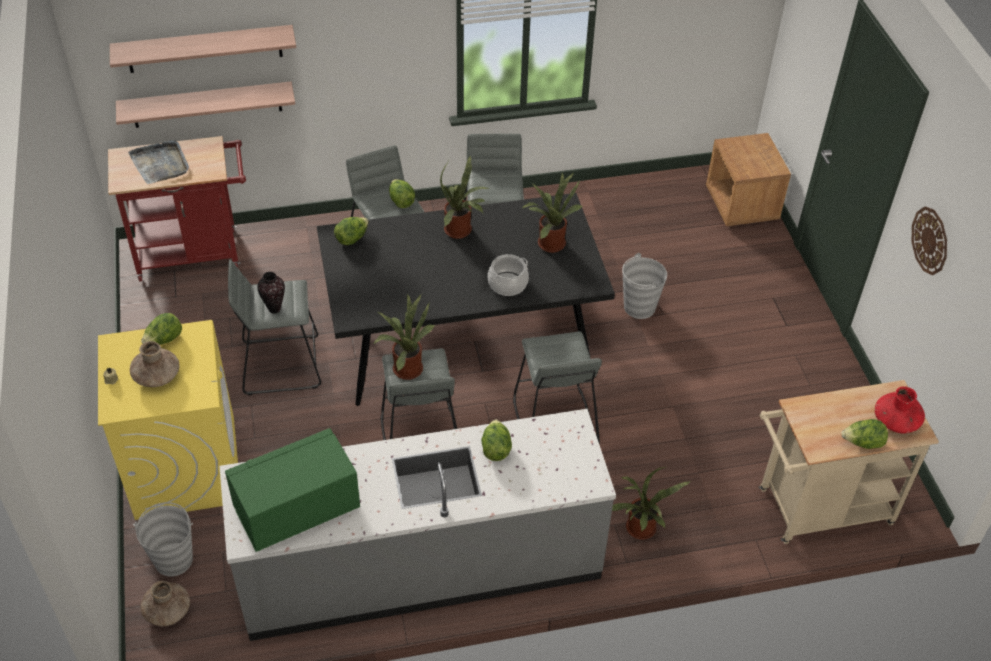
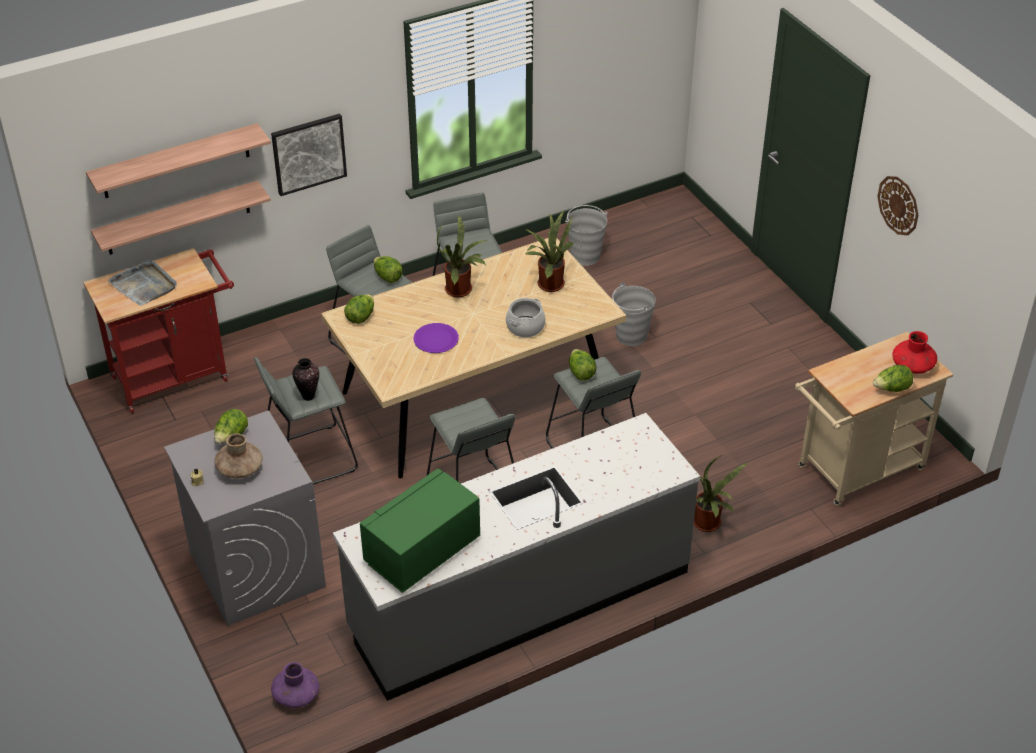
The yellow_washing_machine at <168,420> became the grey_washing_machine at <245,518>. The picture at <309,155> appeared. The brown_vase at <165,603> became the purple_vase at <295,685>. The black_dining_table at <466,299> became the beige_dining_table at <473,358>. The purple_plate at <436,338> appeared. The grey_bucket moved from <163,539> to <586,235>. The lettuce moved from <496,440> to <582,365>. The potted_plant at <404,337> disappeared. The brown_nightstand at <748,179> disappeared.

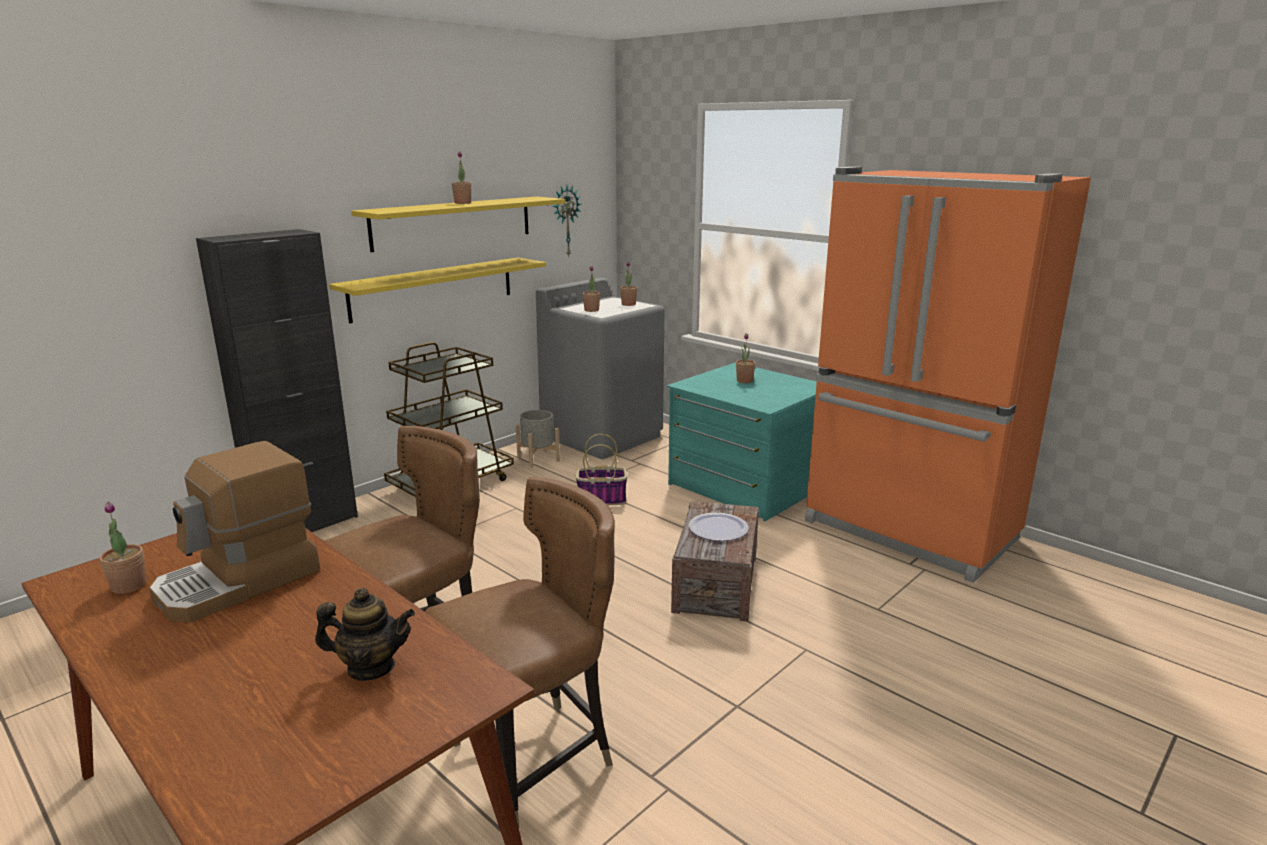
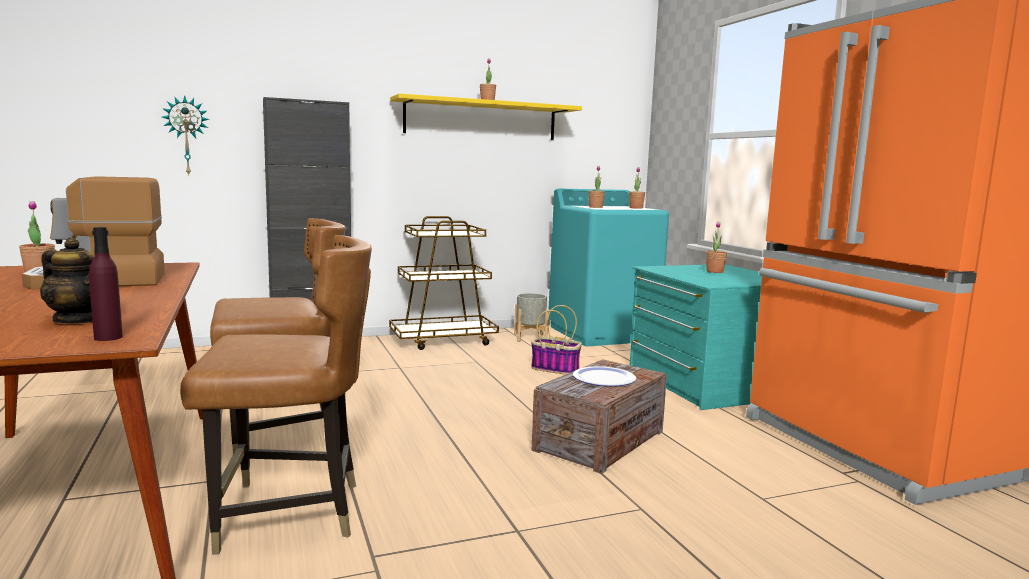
The purple_bottle at <106,284> appeared. The wall_clock moved from <566,220> to <186,135>. The grey_washing_machine at <600,368> became the turquoise_washing_machine at <608,267>. The yellow_shelf at <437,290> disappeared.

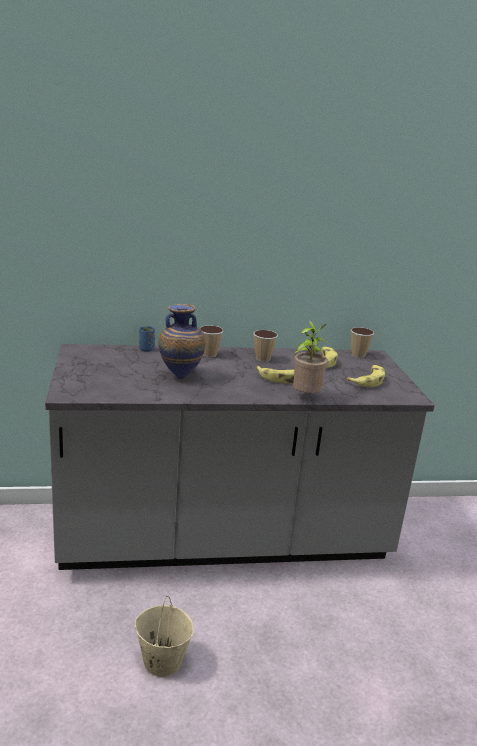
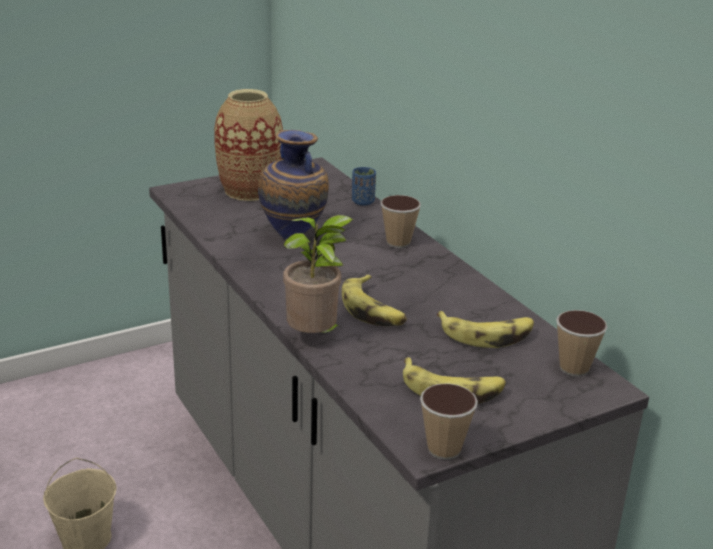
The vase at <248,145> appeared. The cup moved from <265,346> to <449,421>.

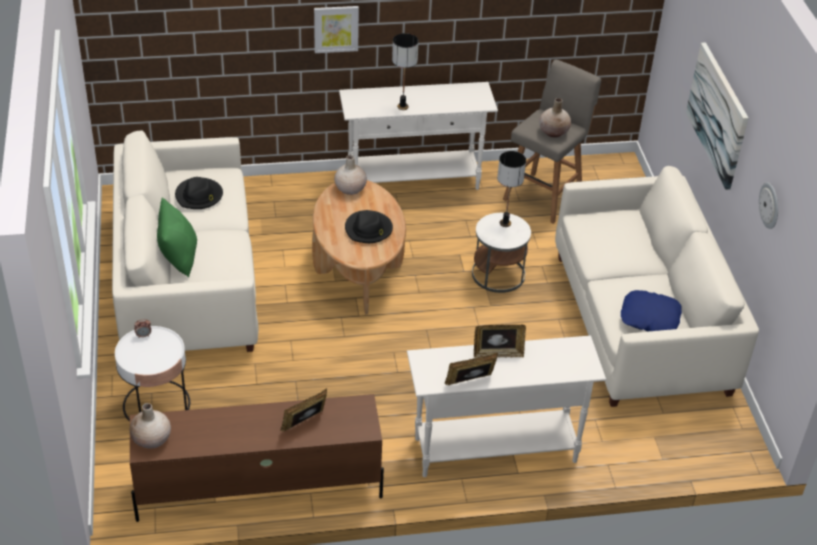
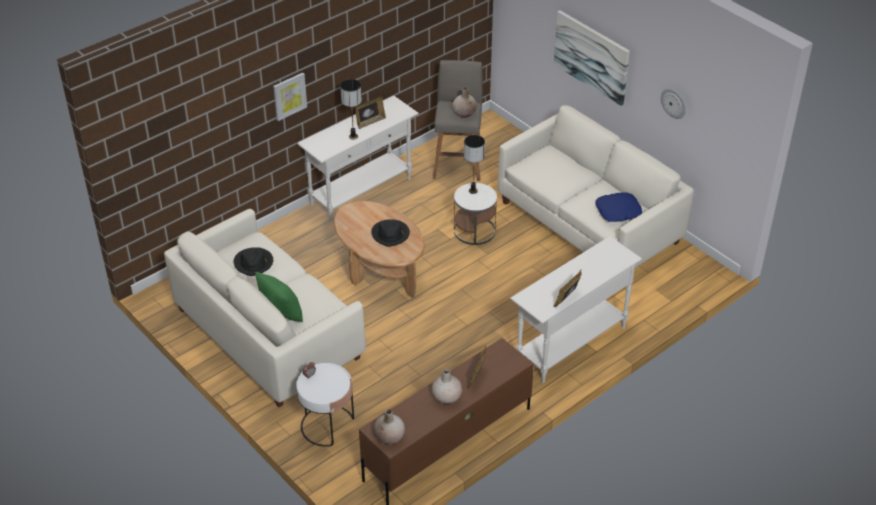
The picture_frame moved from <500,341> to <370,112>. The beige_vase moved from <350,175> to <446,386>.

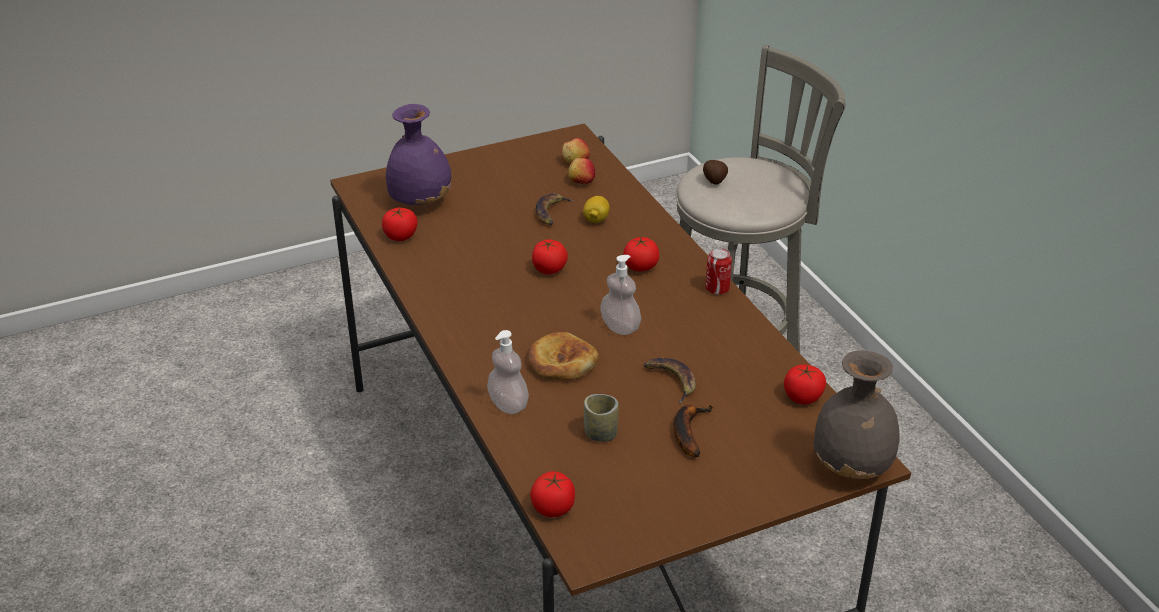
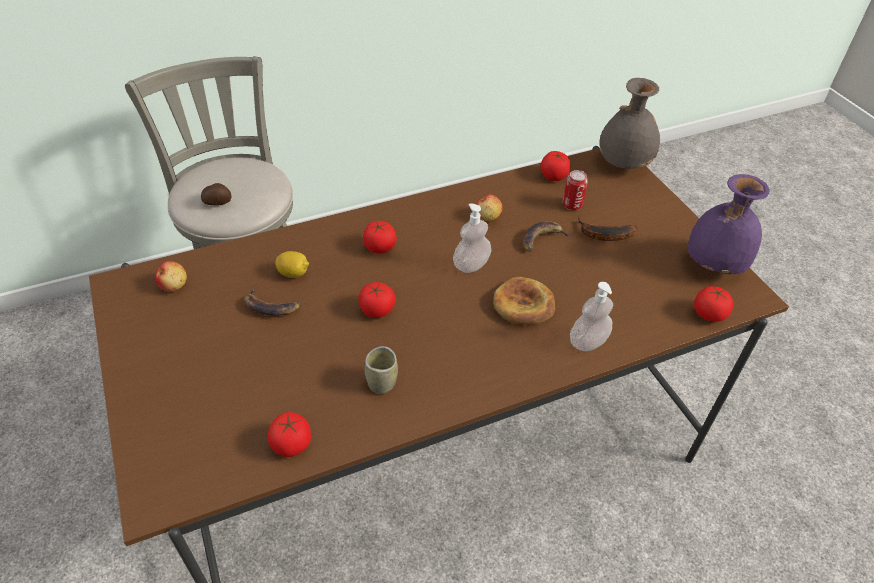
The cup moved from <601,418> to <381,370>. The apple moved from <581,171> to <489,208>. The can moved from <718,271> to <575,190>. The purple_vase moved from <418,154> to <729,224>.

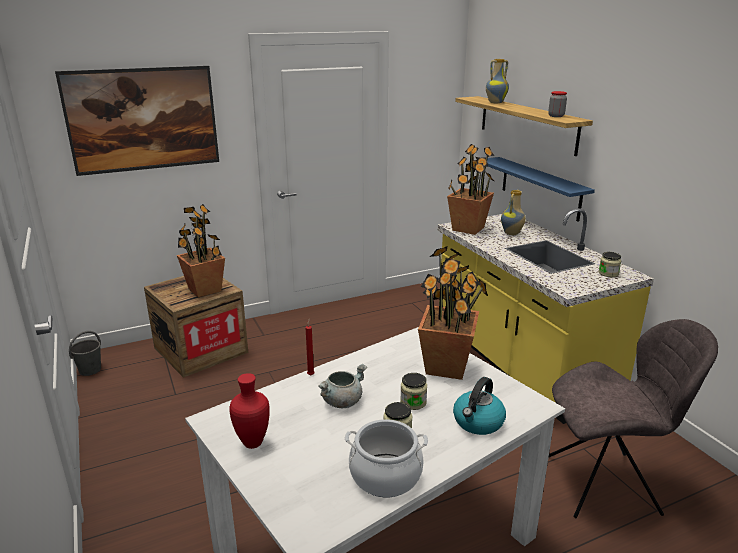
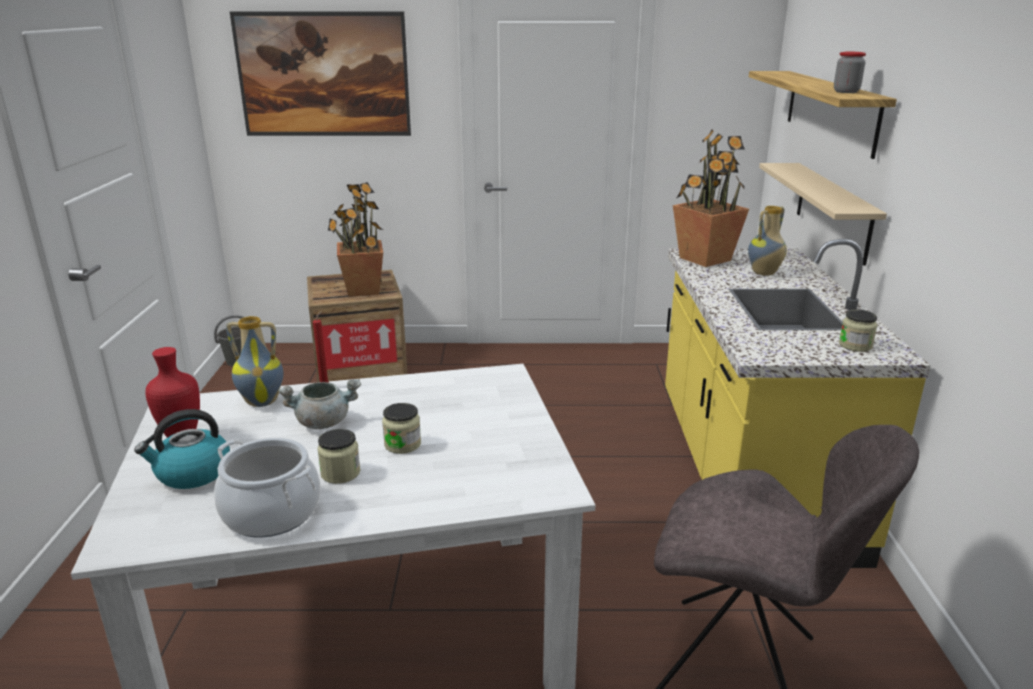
The kettle moved from <479,406> to <182,449>. The vase moved from <497,81> to <255,361>. The blue_shelf at <541,189> became the beige_shelf at <823,214>. The potted_plant at <453,313> disappeared.

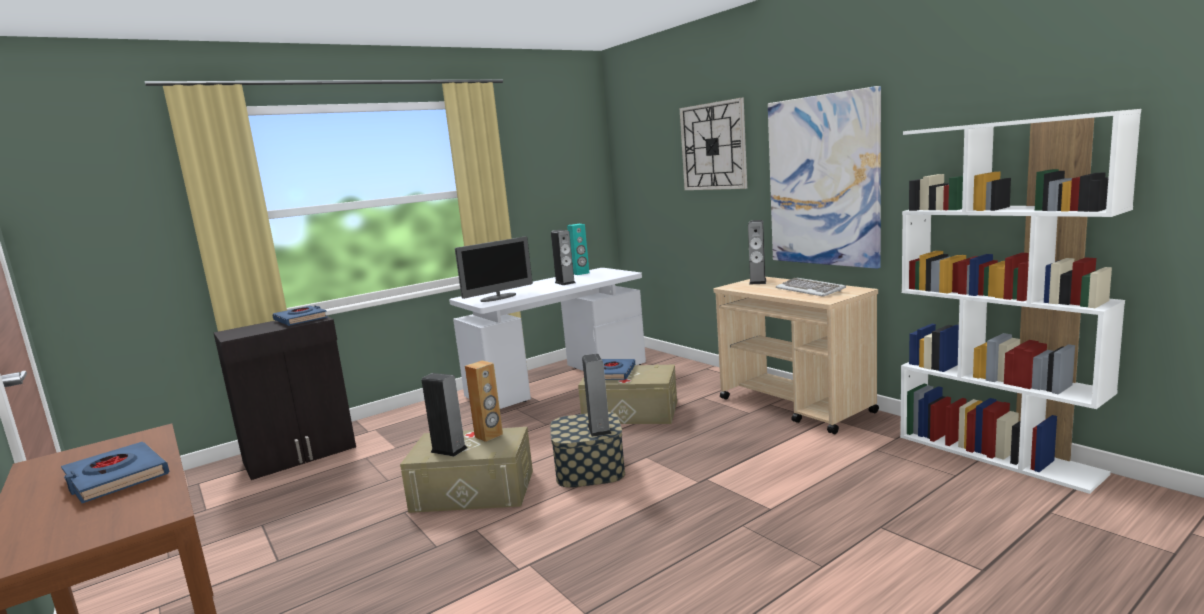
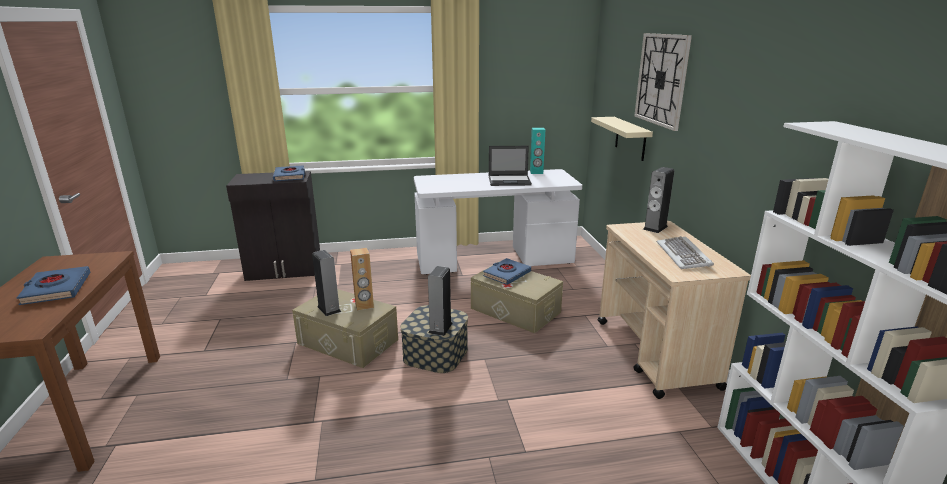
The speaker at <563,257> was replaced by the laptop at <510,166>. The beige_shelf at <622,139> appeared. The monitor at <494,269> disappeared. The picture at <824,177> disappeared.

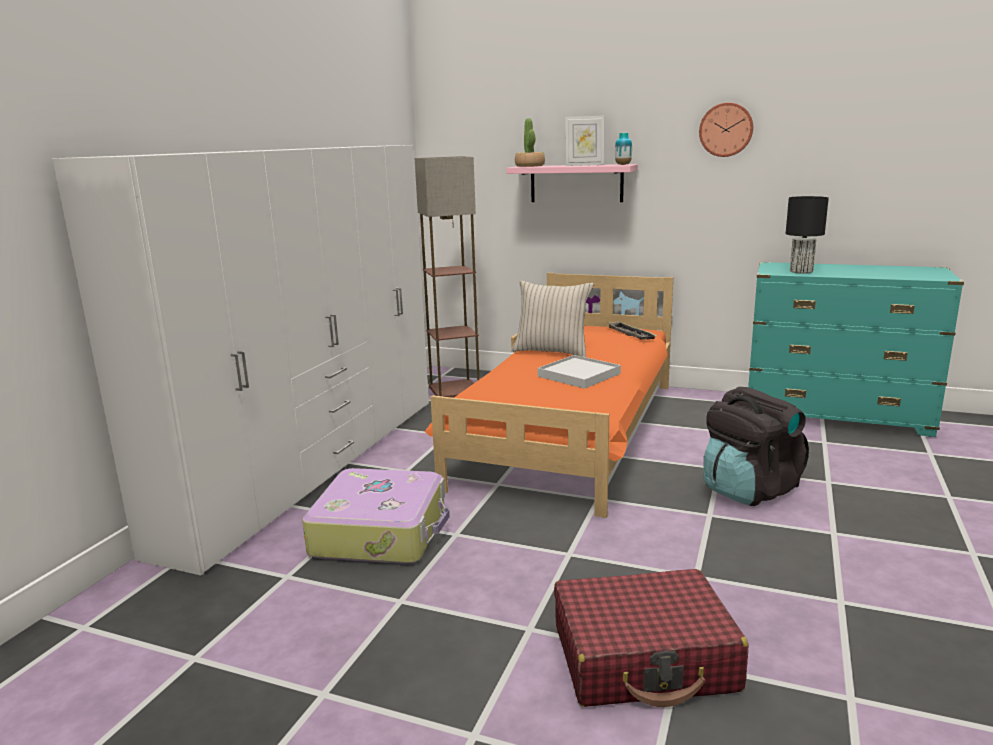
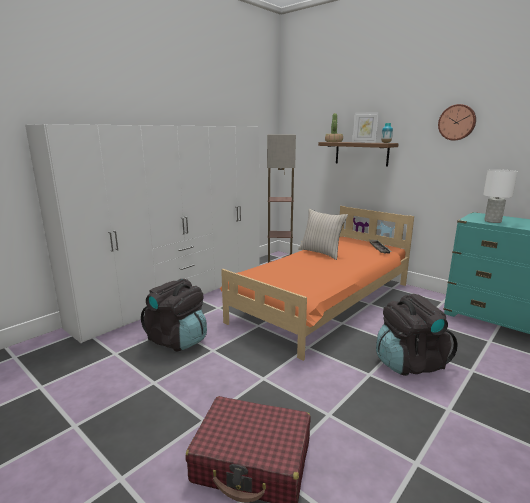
The suitcase at <376,516> was replaced by the black_backpack at <174,315>. The pink_shelf at <572,183> became the brown_shelf at <358,154>. The black_table_lamp at <807,235> became the white_table_lamp at <500,196>. The white_tray at <579,372> disappeared.

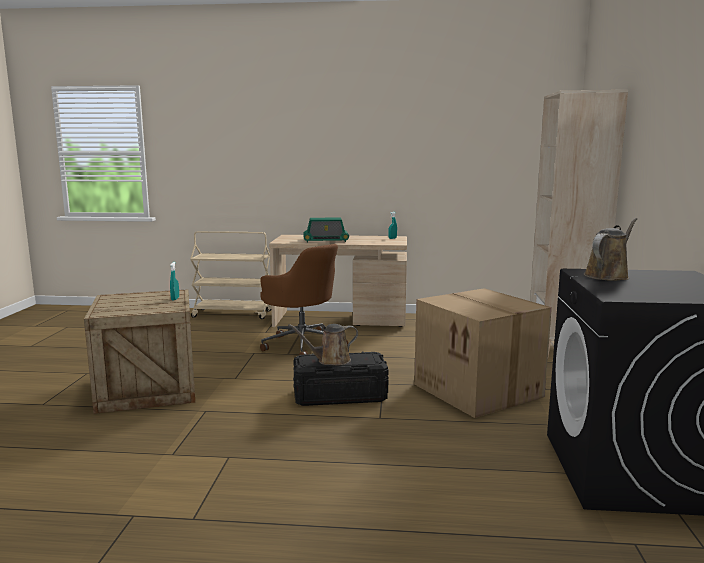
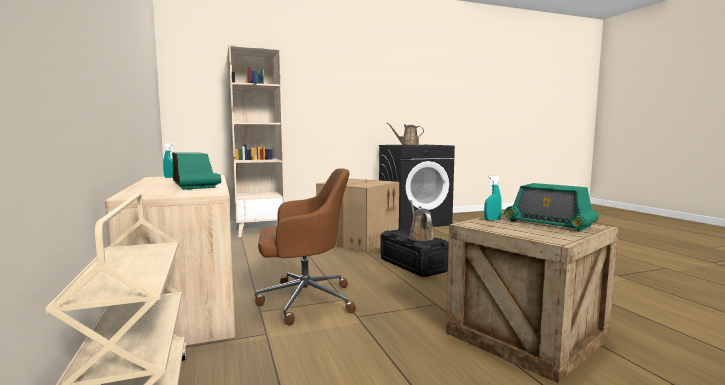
The brown_office_chair at <304,299> turned 60 degrees clockwise. The brown_watering_can at <323,345> turned 150 degrees counterclockwise. The radio at <551,207> appeared.

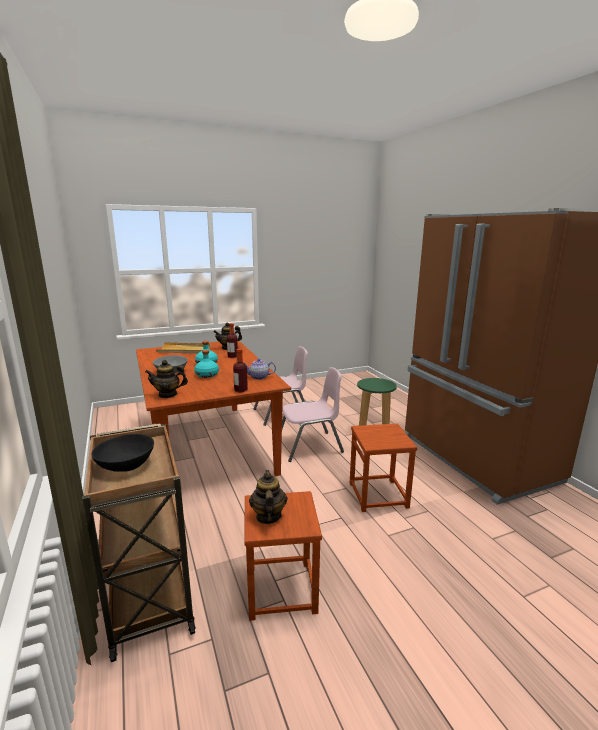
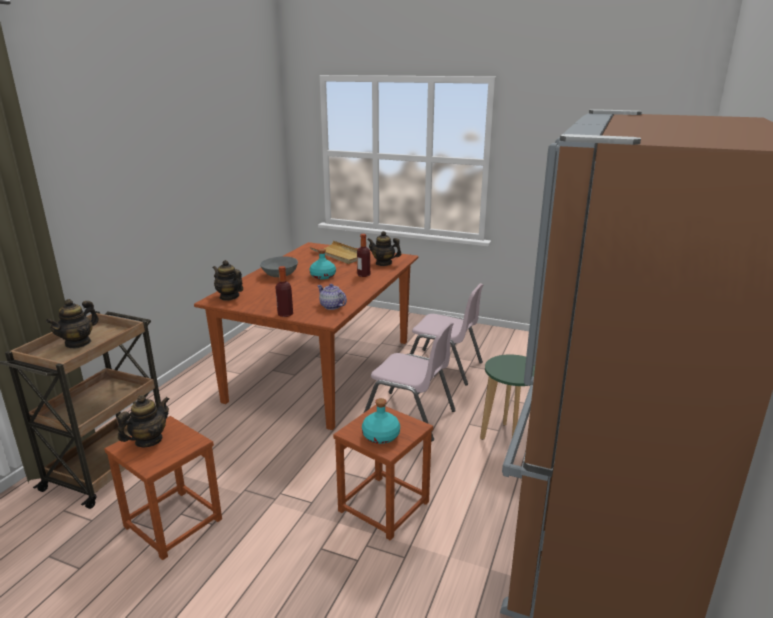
The black_bowl at <122,453> was replaced by the teapot at <72,323>. The turquoise_bottle moved from <206,364> to <381,421>.

